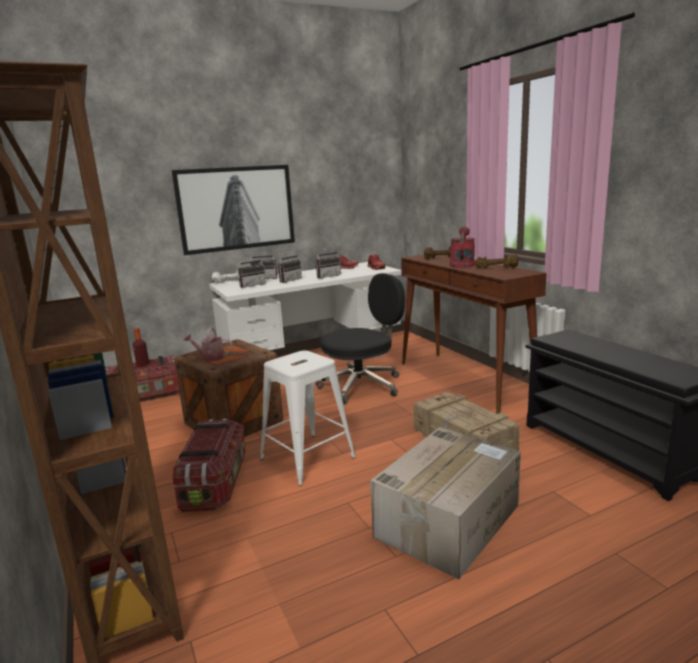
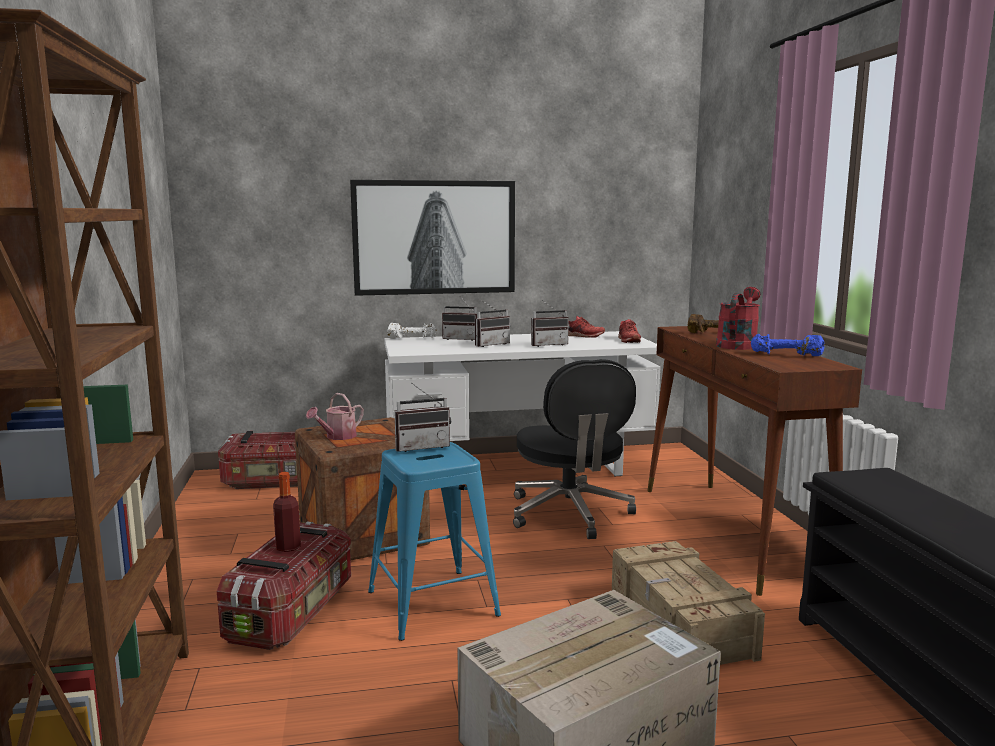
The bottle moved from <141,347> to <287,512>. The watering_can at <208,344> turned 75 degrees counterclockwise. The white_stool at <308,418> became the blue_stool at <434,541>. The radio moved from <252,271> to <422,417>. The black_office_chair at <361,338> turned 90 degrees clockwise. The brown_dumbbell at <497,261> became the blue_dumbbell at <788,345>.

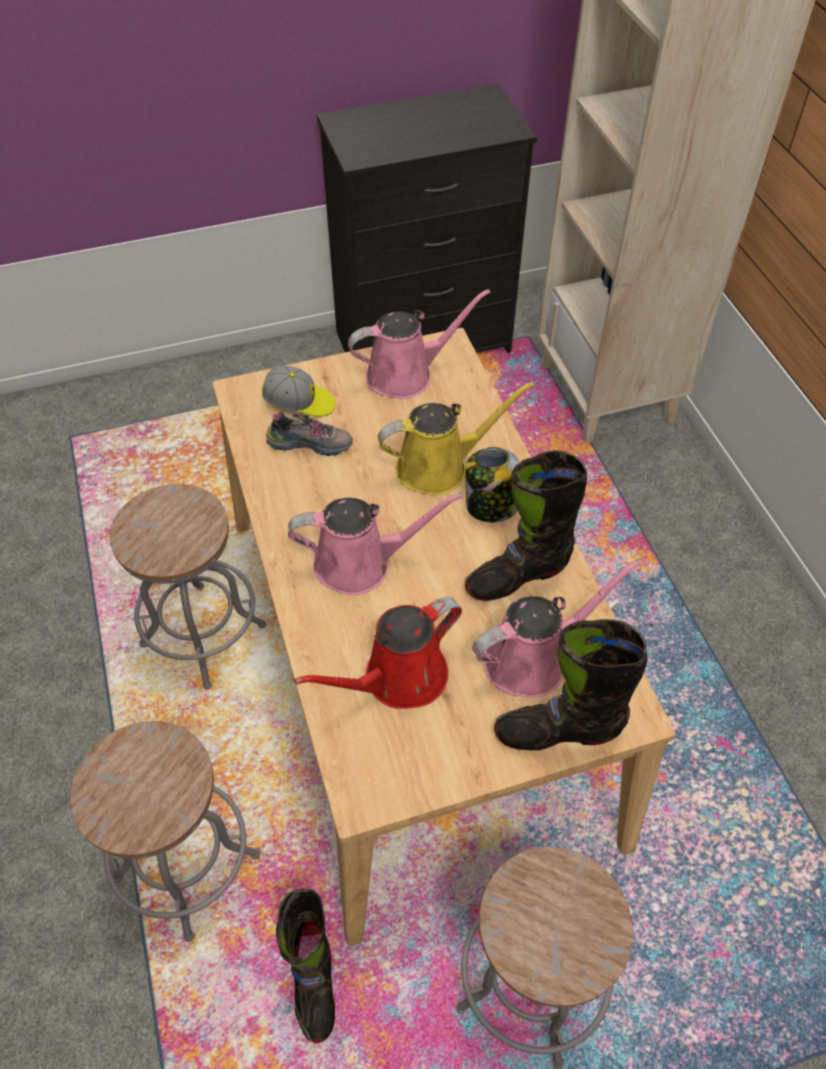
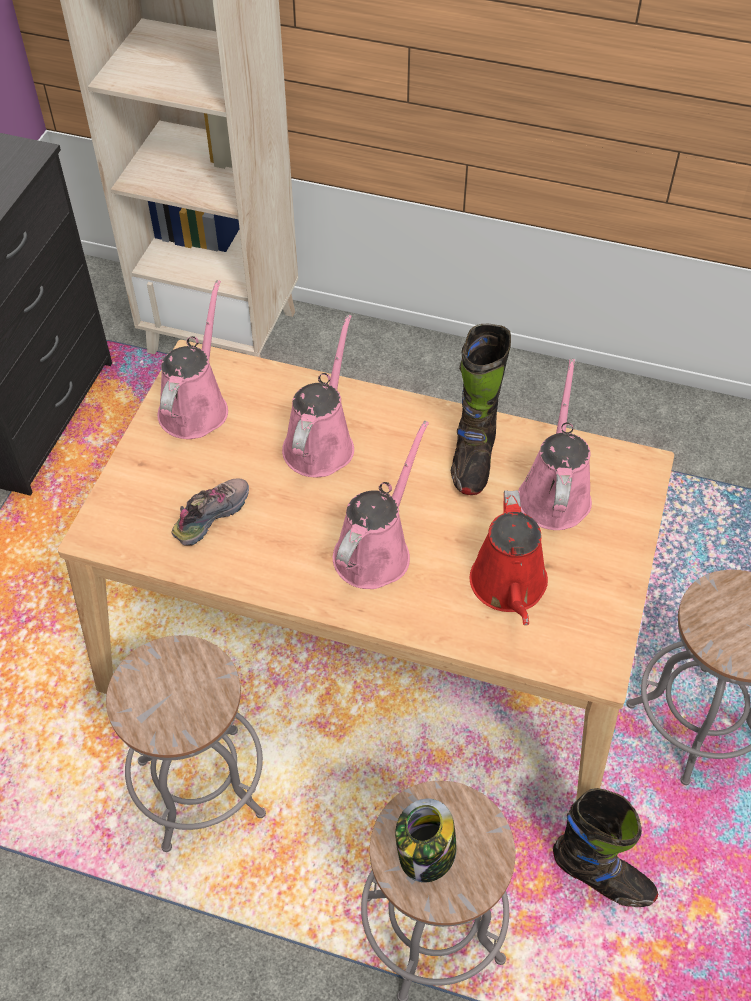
The yellow_watering_can at <456,438> became the pink_watering_can at <318,396>. The jar moved from <492,484> to <426,840>. The cap at <298,391> disappeared. The black_boot at <571,684> disappeared.

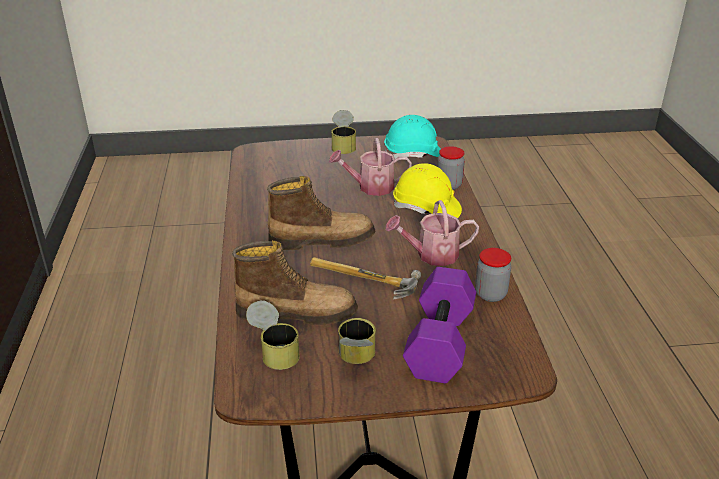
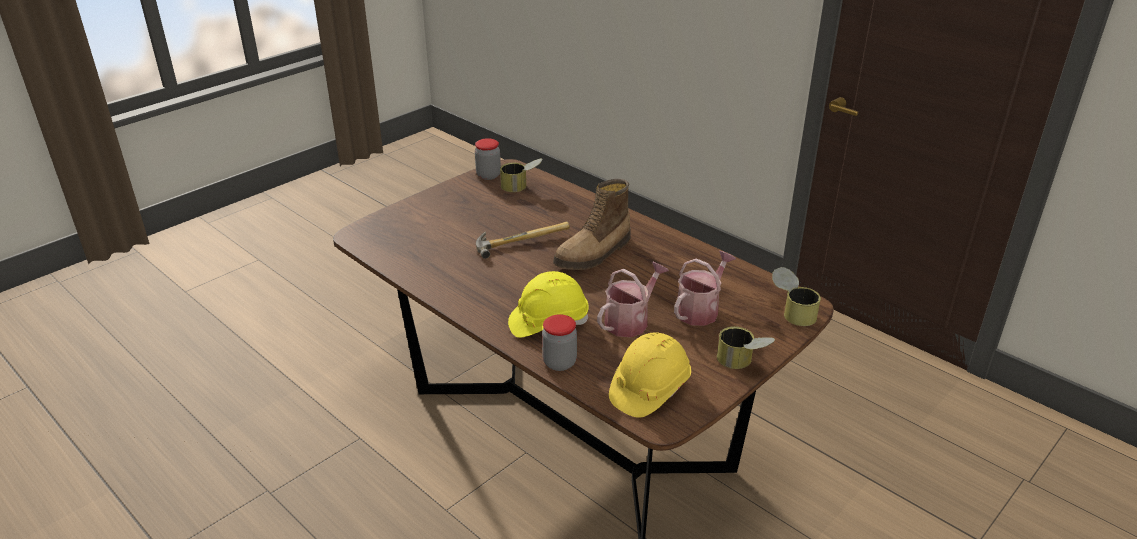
The jar moved from <493,275> to <488,159>. The turquoise_hard_hat at <412,137> became the yellow_hard_hat at <650,375>. The watering_can moved from <432,233> to <705,288>. The can moved from <357,341> to <796,296>. The boot at <295,282> disappeared. The purple_dumbbell at <439,325> disappeared.

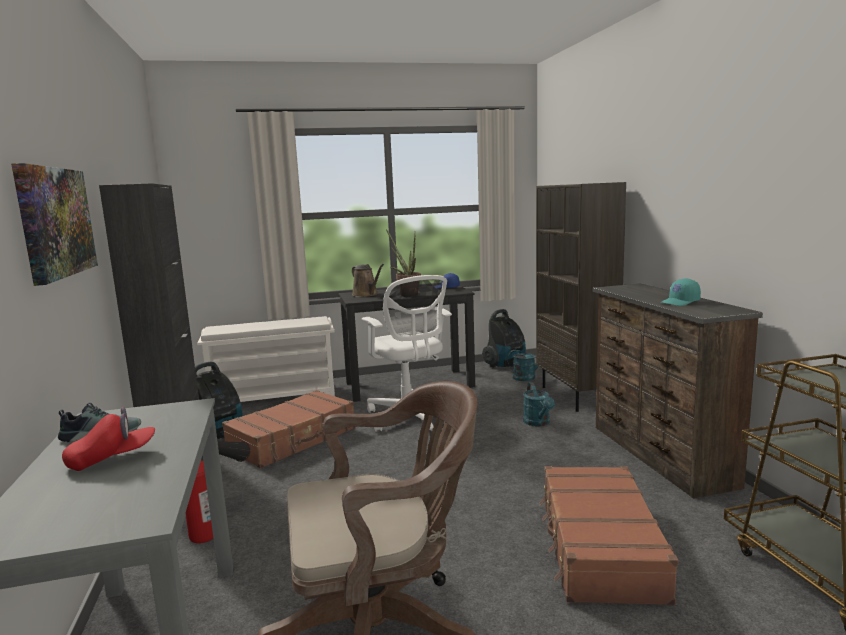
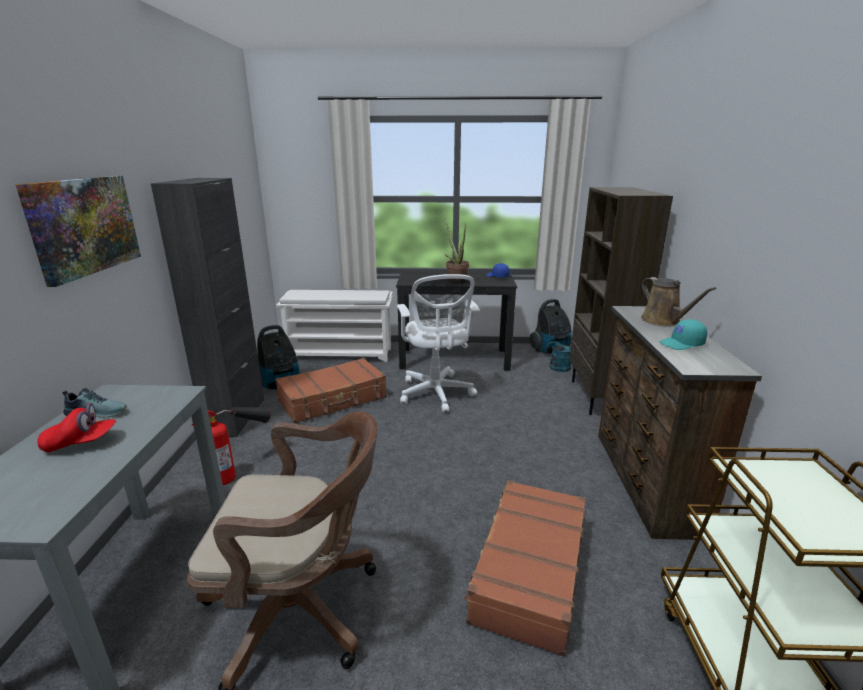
The brown_watering_can moved from <368,280> to <678,302>. The turquoise_watering_can at <539,404> disappeared.

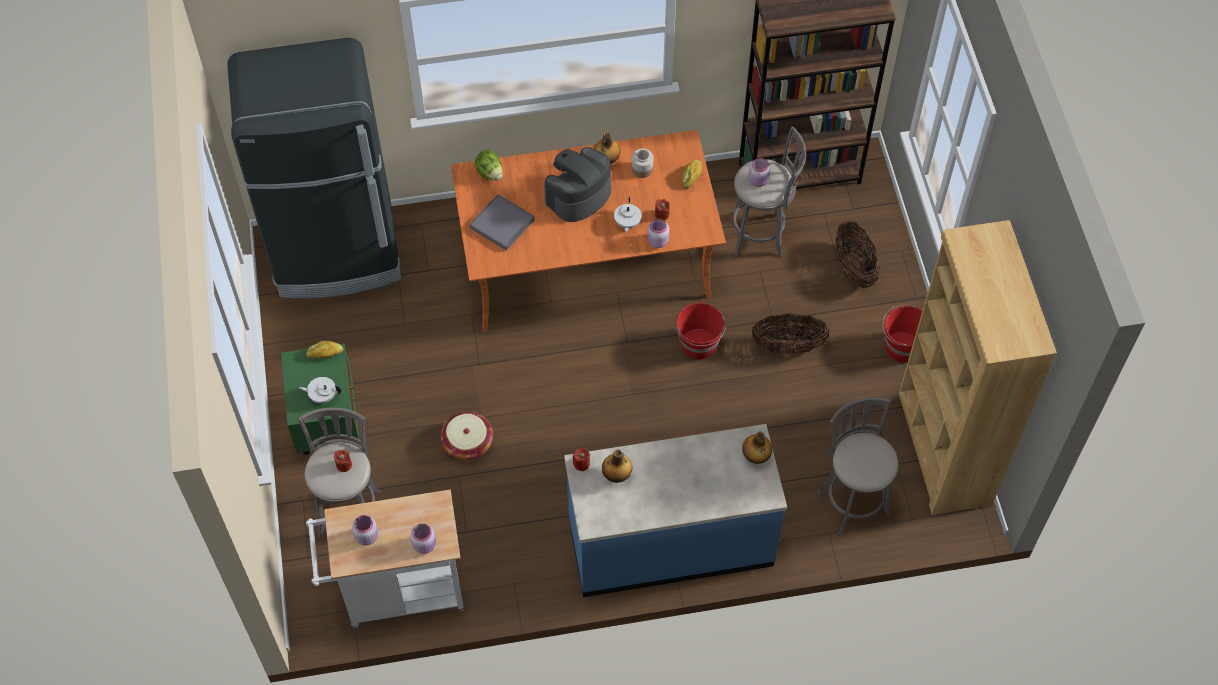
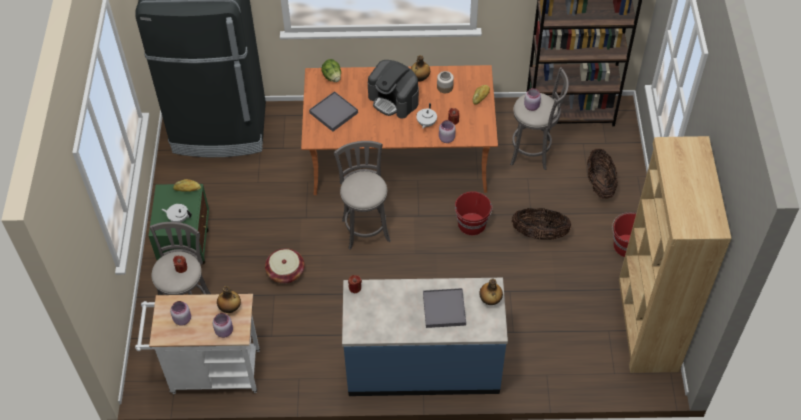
The bottle moved from <617,466> to <229,299>. The grey_stool moved from <857,466> to <362,195>. The coffee_machine at <577,184> turned 105 degrees counterclockwise. The grey_tray at <444,308> appeared.

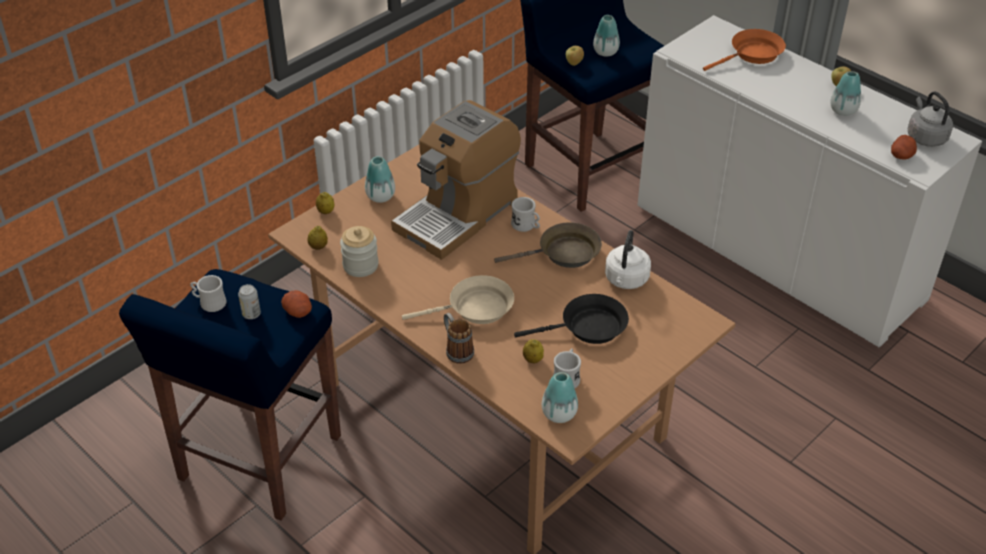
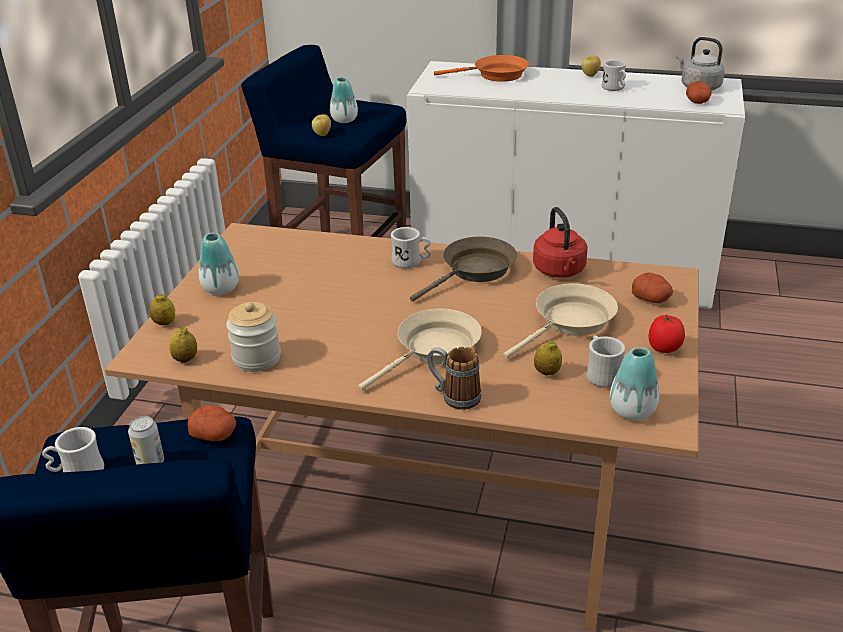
The orange_frying_pan at <744,50> turned 60 degrees clockwise. The black_frying_pan at <571,319> became the beige_frying_pan at <560,321>. The white_kettle at <628,259> became the red_kettle at <560,242>. The vase at <845,93> was replaced by the white_mug at <613,75>. The potato at <652,288> appeared. The tomato at <667,334> appeared. The coffee_machine at <456,180> disappeared.

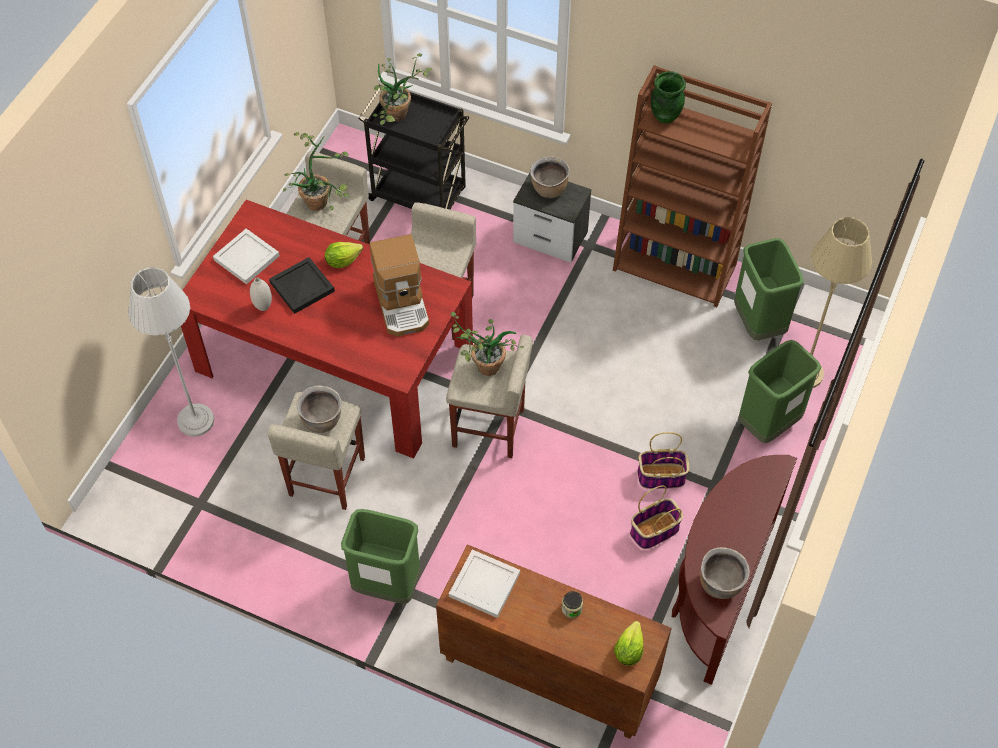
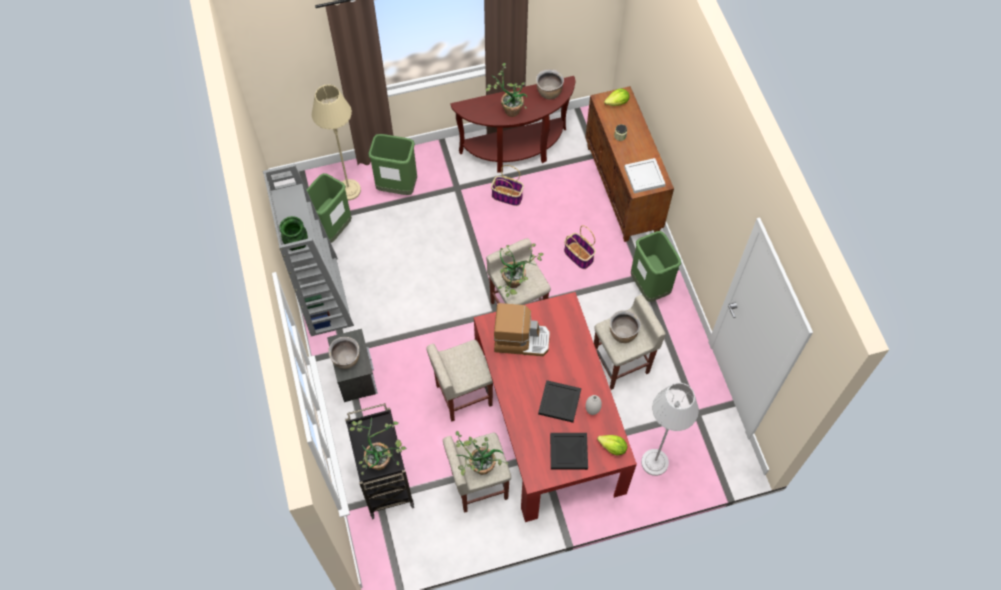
The brown_bookcase at <692,186> became the grey_bookcase at <308,250>. The potted_plant at <506,90> appeared. The coffee_machine at <399,285> turned 60 degrees clockwise. The white_tray at <246,257> became the black_tray at <569,451>. The basket moved from <663,460> to <580,247>. The lettuce moved from <344,255> to <612,445>.

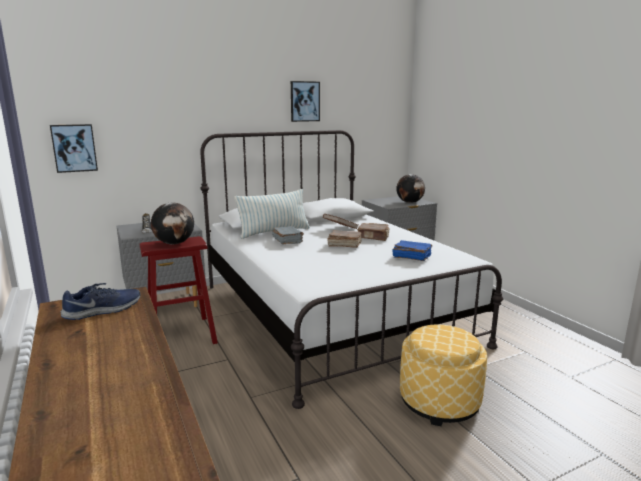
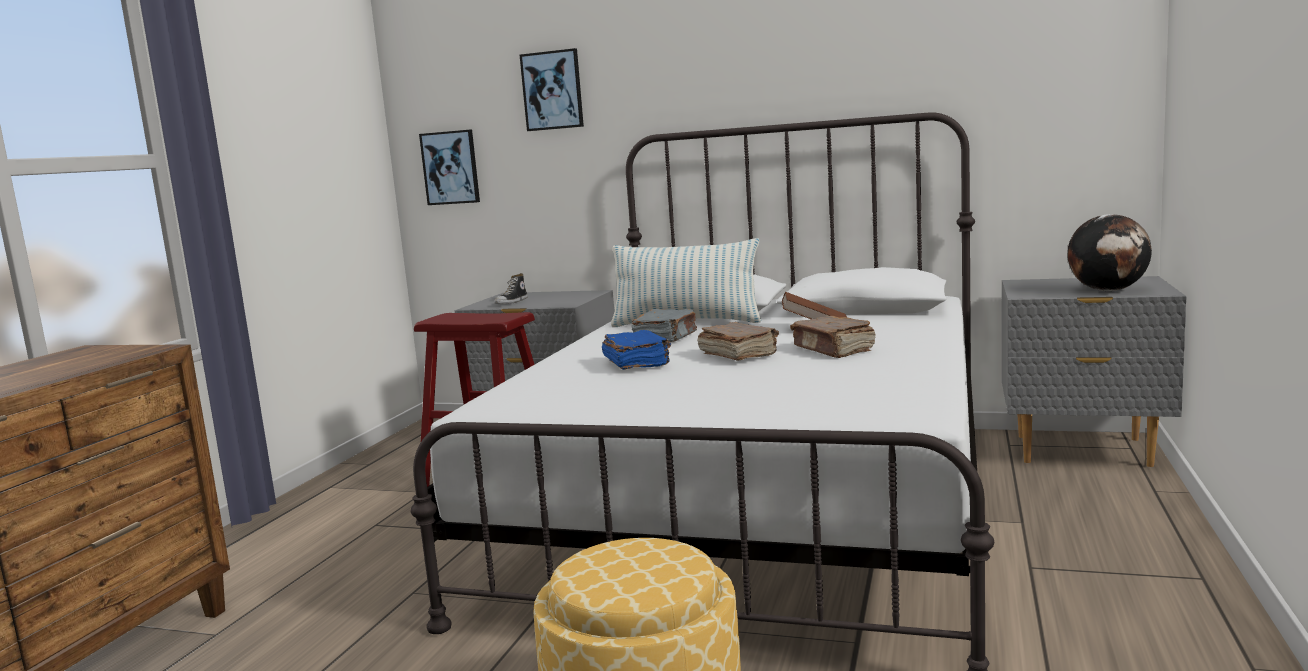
The picture moved from <305,101> to <552,89>. The blue_book moved from <412,250> to <636,350>. The blue_shoe at <100,301> disappeared. The globe at <172,224> disappeared.

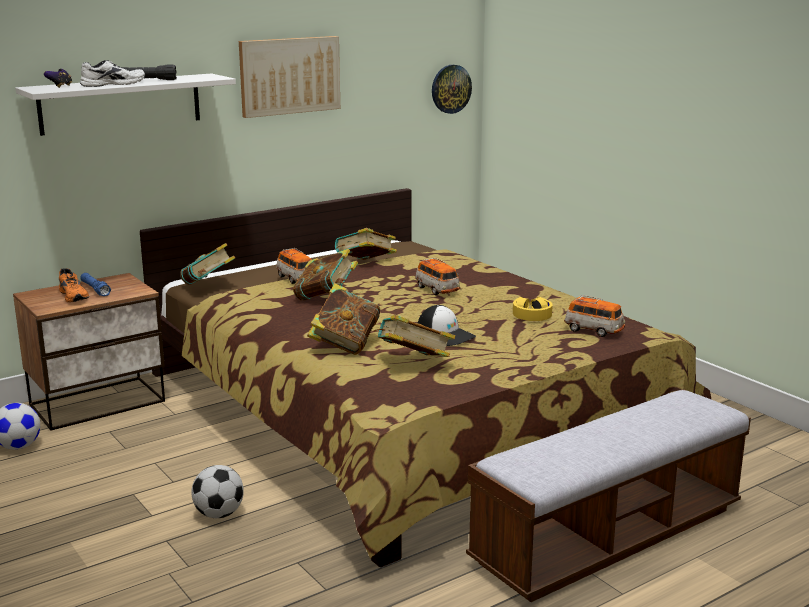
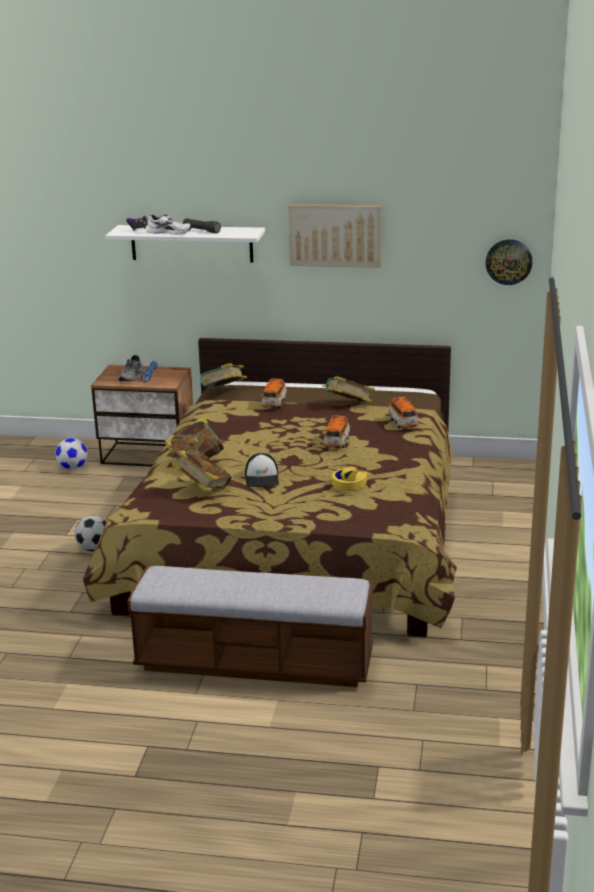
The orange_shoe at <74,285> became the grey_shoe at <130,368>. The toy_car moved from <594,316> to <403,412>. The book at <325,275> disappeared.

